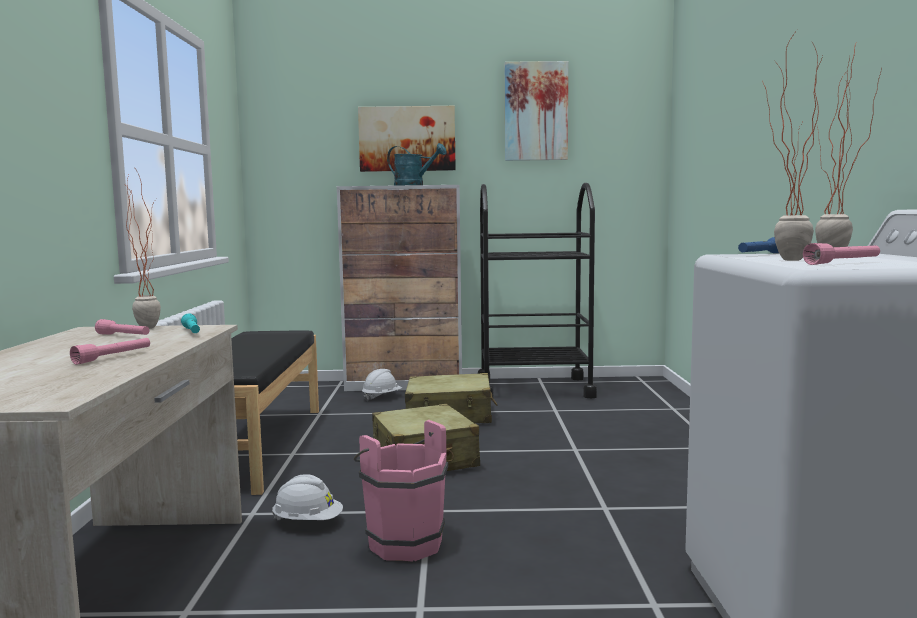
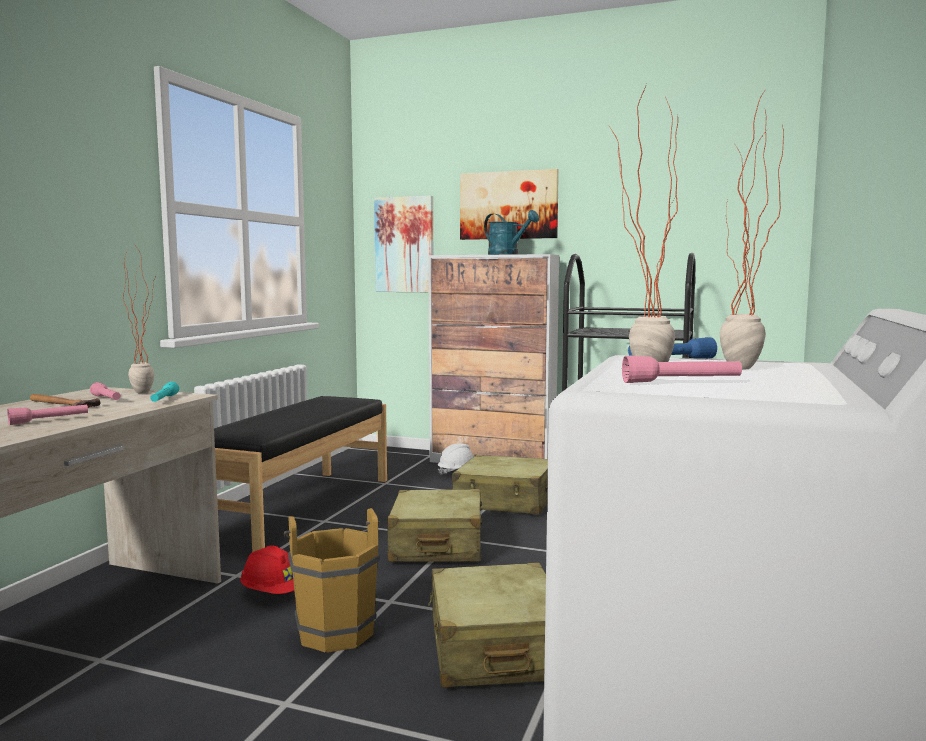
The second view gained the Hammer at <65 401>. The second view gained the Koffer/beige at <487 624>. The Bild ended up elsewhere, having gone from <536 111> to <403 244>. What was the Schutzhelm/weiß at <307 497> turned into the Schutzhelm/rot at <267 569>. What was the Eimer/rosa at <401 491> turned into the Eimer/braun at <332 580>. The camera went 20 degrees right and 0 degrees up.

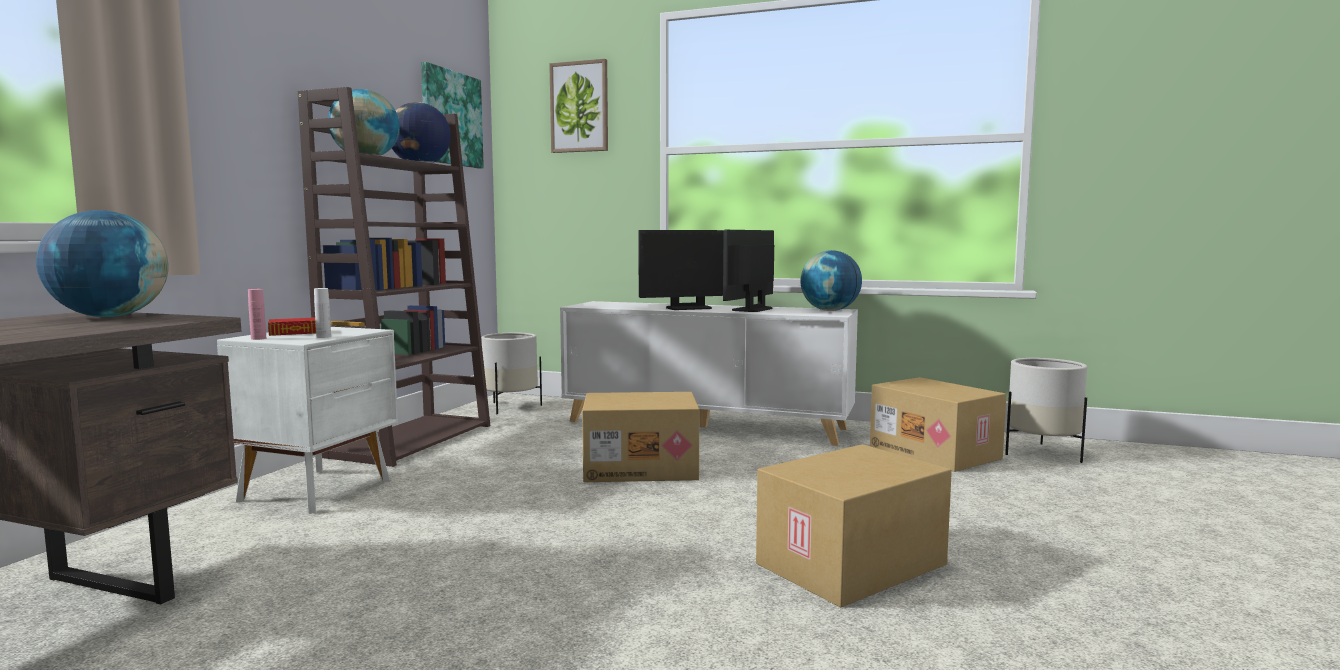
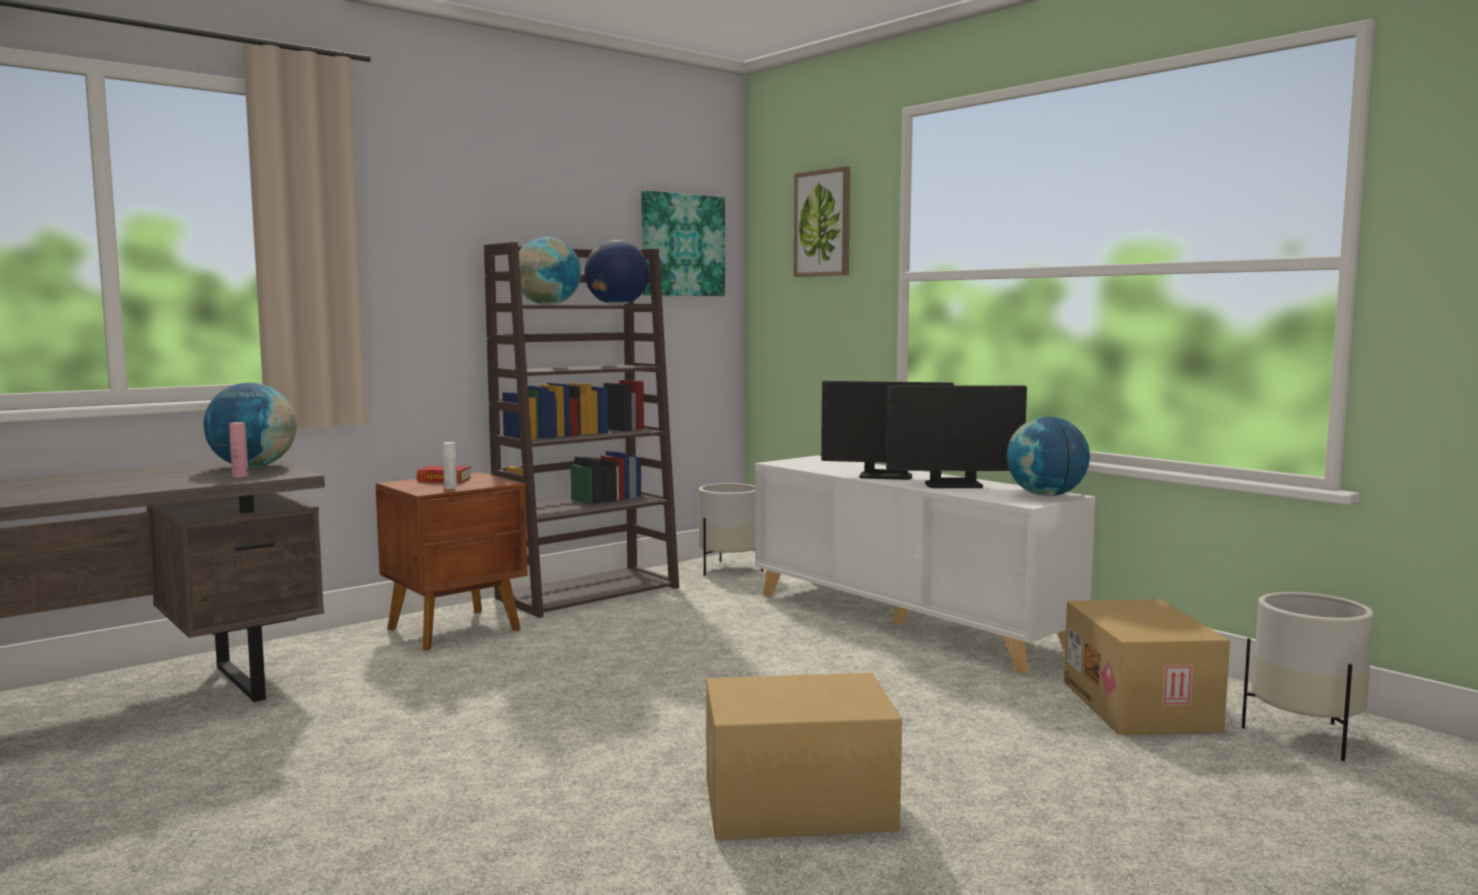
The second view lost the Karton at <640 437>. The Flasche/rosa ended up elsewhere, having gone from <257 314> to <239 449>. What was the Nachttisch/weiß at <307 420> turned into the Nachttisch/braun at <452 561>. The Monitor at <748 271> ended up facing another way, 150 degrees counterclockwise from before. The camera went 30 degrees right and 0 degrees up.

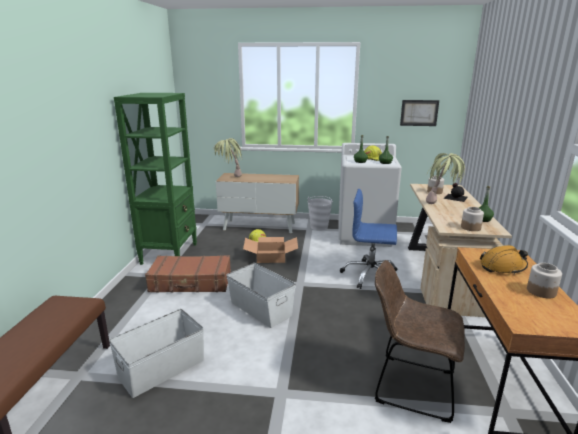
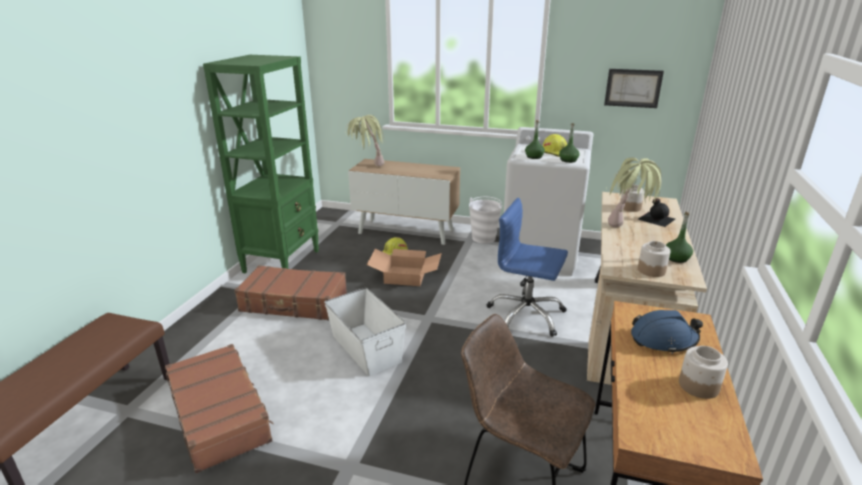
Where the Aufbewahrungsbox/weiß stood at <156 353>, the Koffer/braun came to stand at <219 408>. What was the Schutzhelm/orange at <504 260> turned into the Schutzhelm/blau at <667 332>. The camera went 10 degrees right and 5 degrees up.

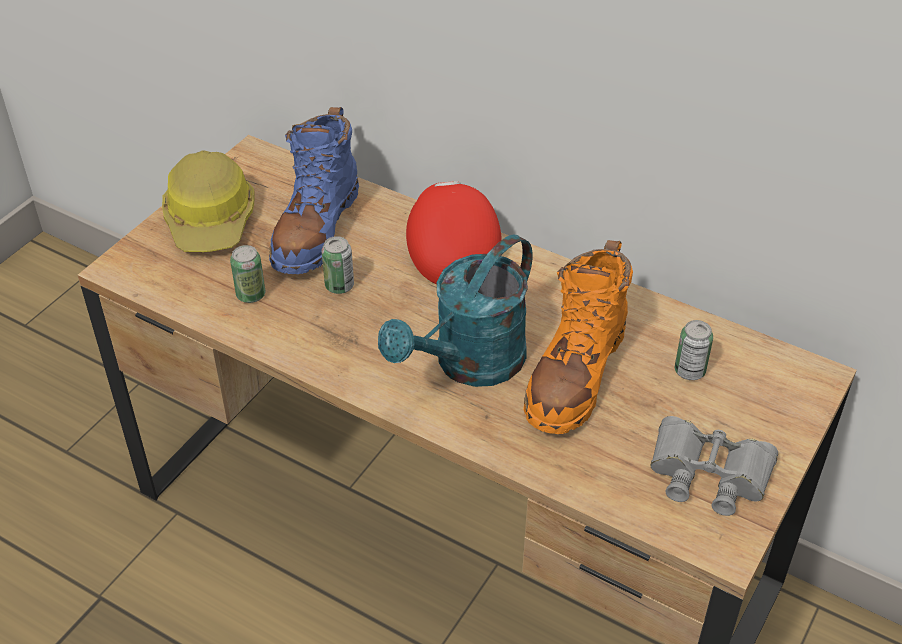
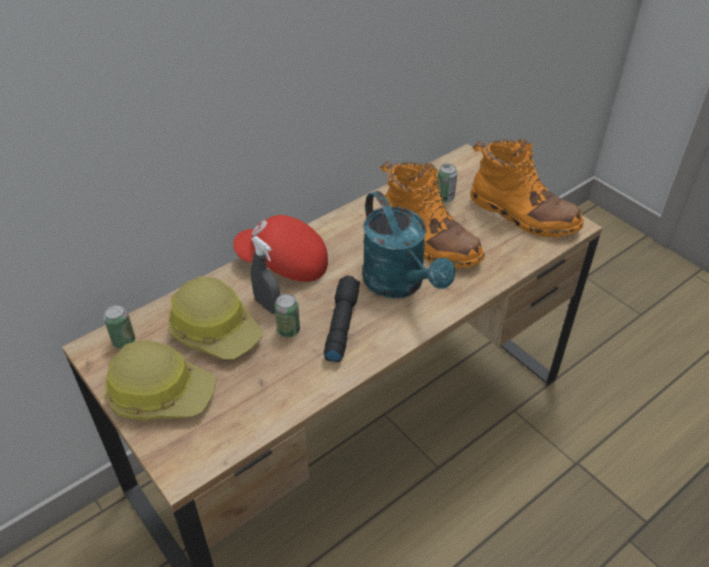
The second view gained the Sprühflasche/grau at <265 275>. The second view gained the Taschenlampe/schwarz at <342 319>. The Dose ended up elsewhere, having gone from <247 274> to <119 326>. Where the Stiefel/blau stood at <314 190>, the Schutzhelm came to stand at <215 318>. Where the Fernglas/grau stood at <714 466>, the Stiefel/orange came to stand at <527 188>. The camera went 70 degrees left and 0 degrees up.

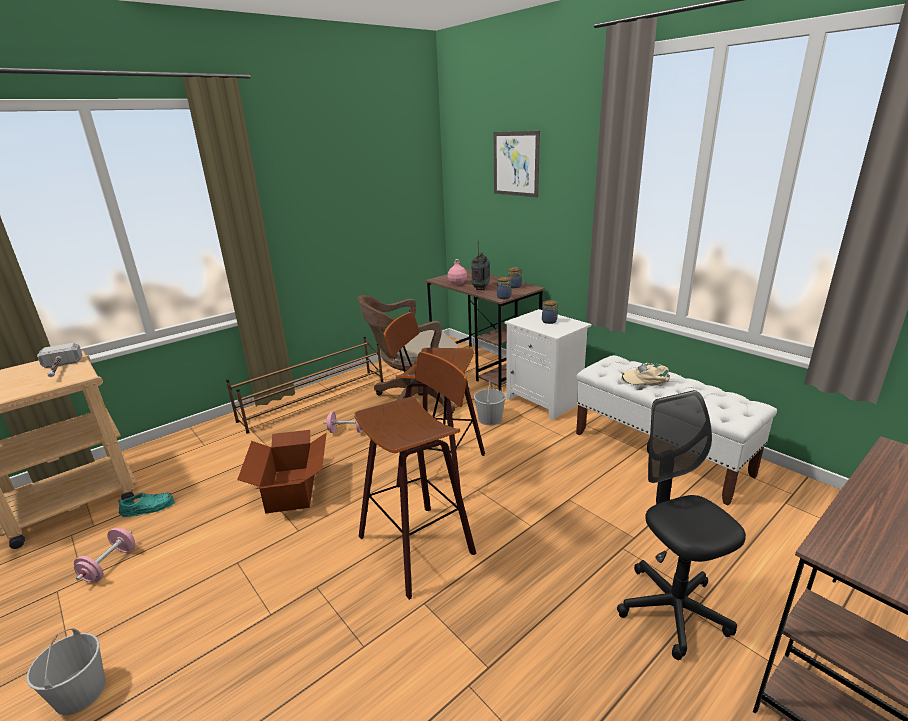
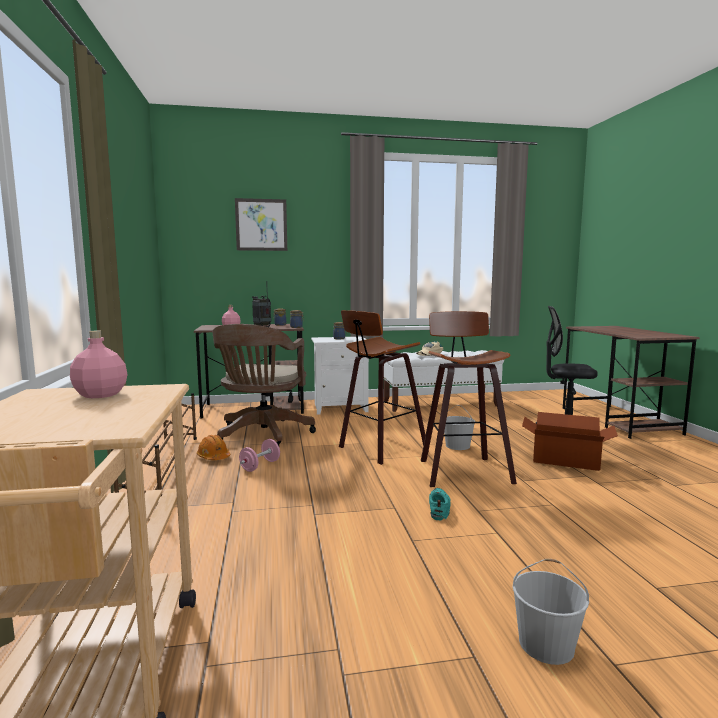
The second view lost the Hantel/rosa at <104 555>. The second view gained the Schutzhelm/orange at <214 447>. The Schuh/türkis ended up elsewhere, having gone from <146 505> to <440 504>. The Karton ended up elsewhere, having gone from <282 471> to <570 441>. The Eimer/weiß ended up elsewhere, having gone from <490 403> to <459 427>. Where the Hammer stood at <59 360>, the Flasche/rosa came to stand at <99 364>. The camera went 60 degrees left and 15 degrees down.

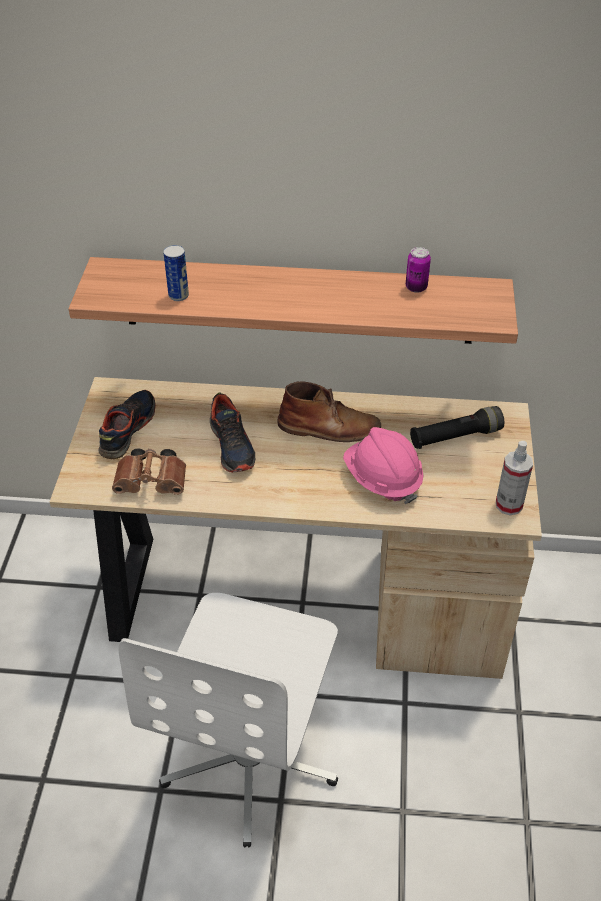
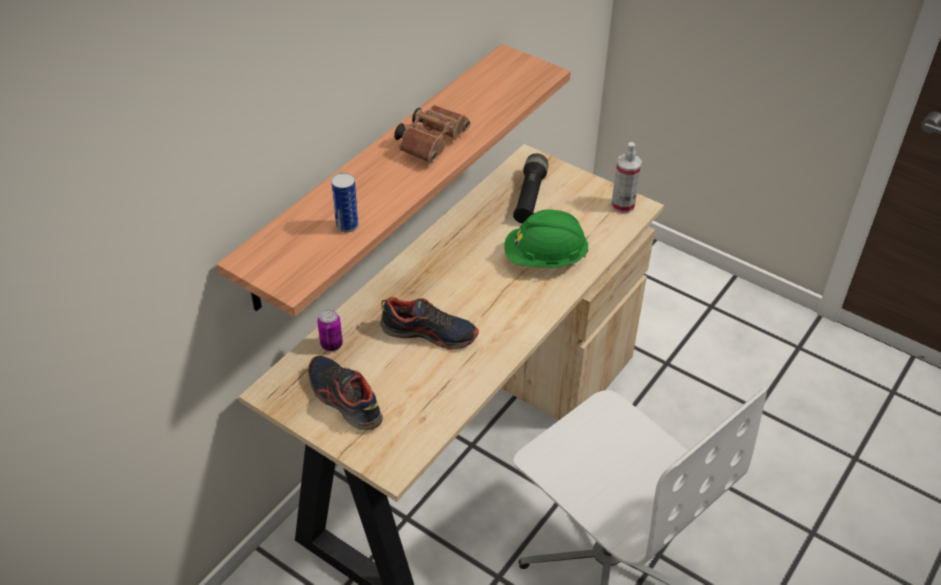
The second view lost the Stiefel/braun at <329 411>. The Fernglas/braun ended up elsewhere, having gone from <149 471> to <432 134>. The Dose ended up elsewhere, having gone from <418 270> to <330 330>. What was the Schutzhelm/rosa at <383 465> turned into the Schutzhelm/grün at <546 238>. The camera went 60 degrees left and 0 degrees up.

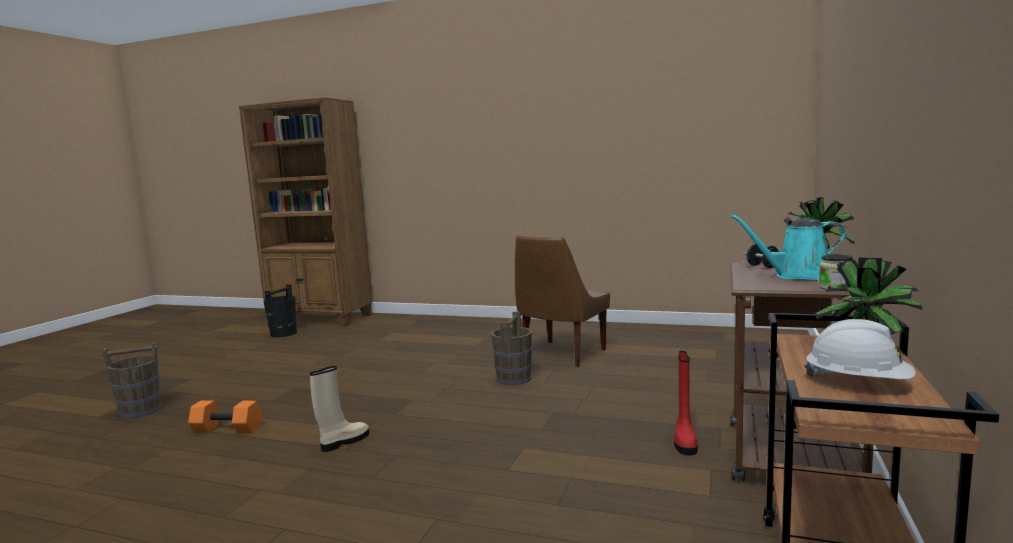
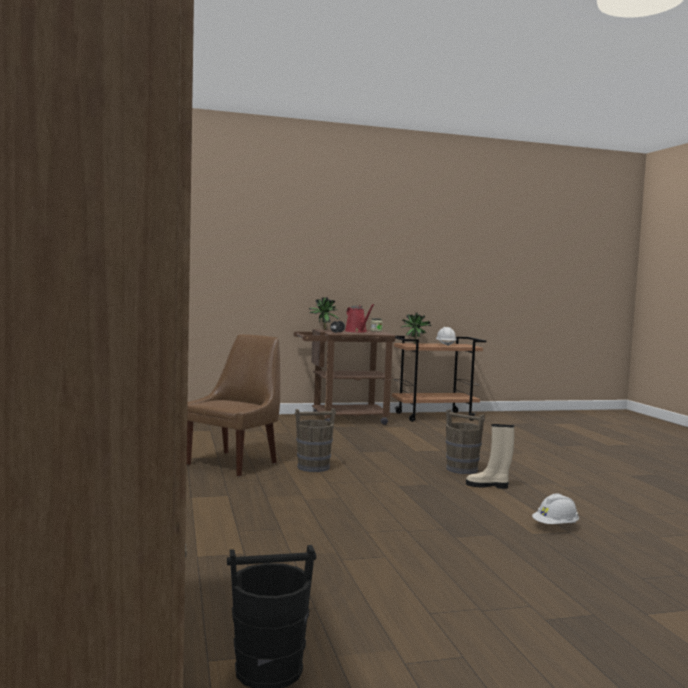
The second view lost the Stiefel/rot at <686 403>. The Eimer/braun ended up elsewhere, having gone from <132 380> to <465 441>. Where the Hantel/orange stood at <225 417>, the Schutzhelm/weiß came to stand at <555 508>. What was the Gießkanne/türkis at <788 247> turned into the Gießkanne/rot at <360 318>. The Stuhl/braun at <562 301> ended up facing another way, 60 degrees counterclockwise from before. The camera went 125 degrees left and 5 degrees down.

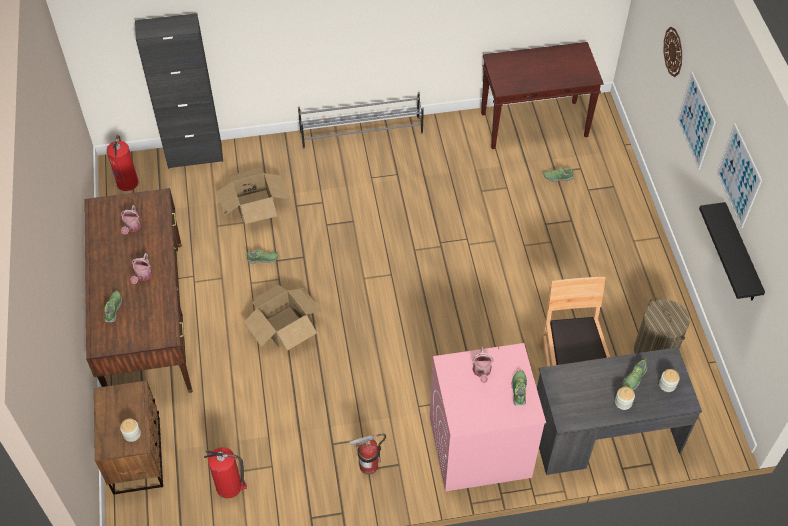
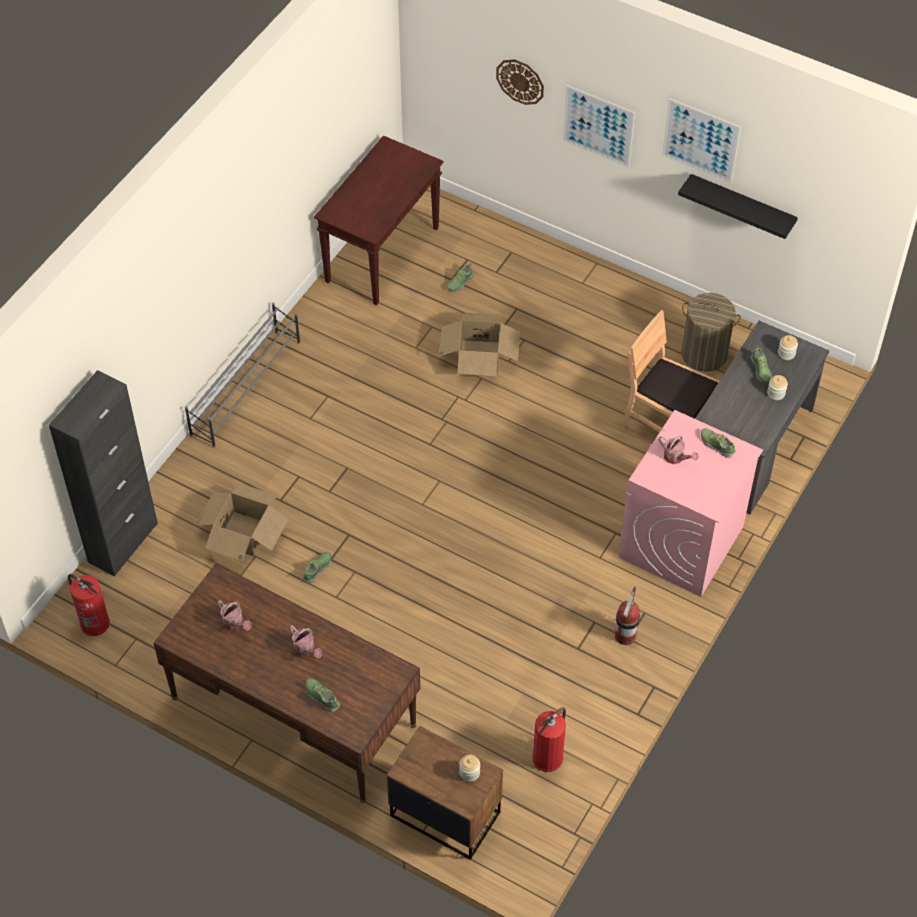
The Karton ended up elsewhere, having gone from <282 318> to <479 344>. The camera went 50 degrees left and 0 degrees up.

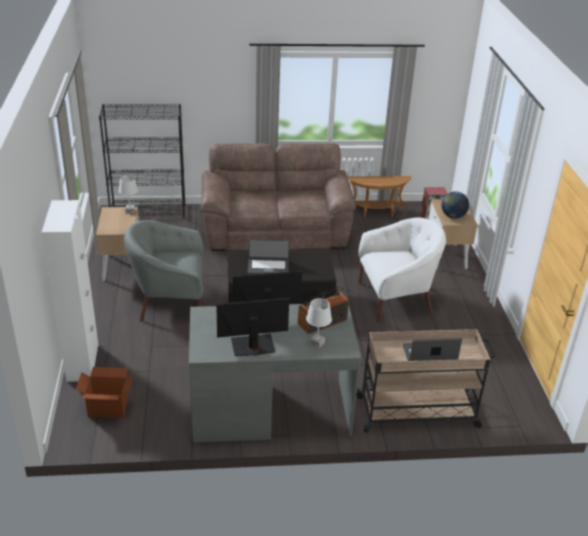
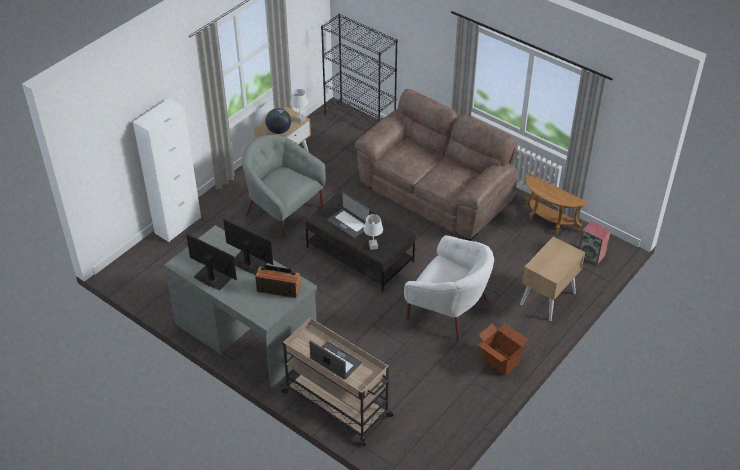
The Karton ended up elsewhere, having gone from <104 392> to <503 349>. The Tischlampe/weiß ended up elsewhere, having gone from <319 323> to <373 232>. The Globus ended up elsewhere, having gone from <455 205> to <278 121>. The camera went 45 degrees right and 10 degrees up.

